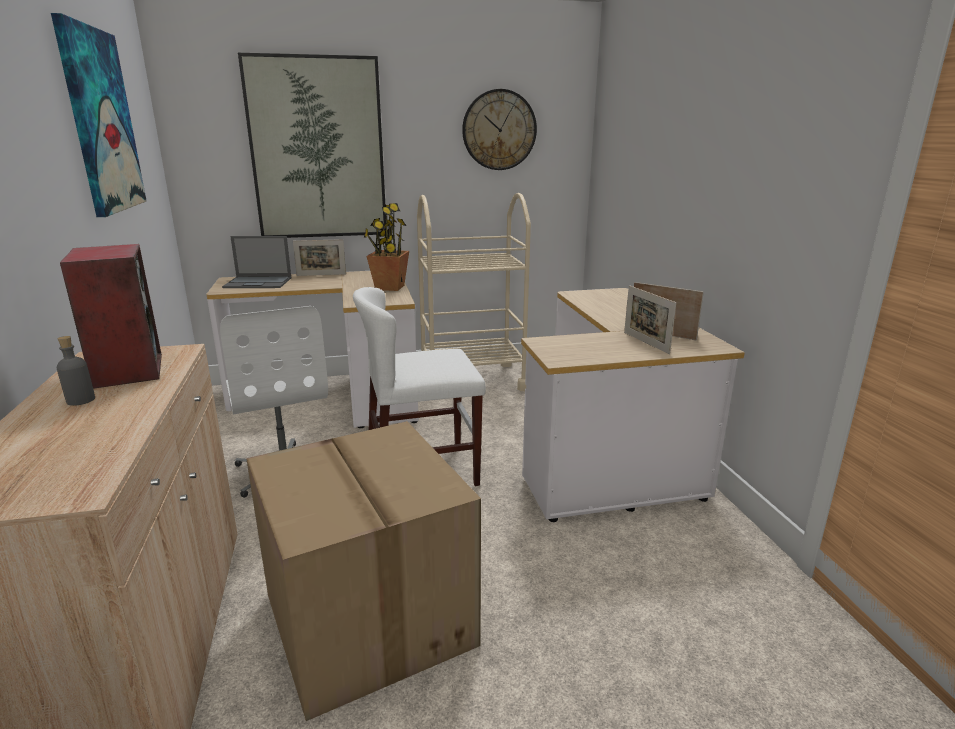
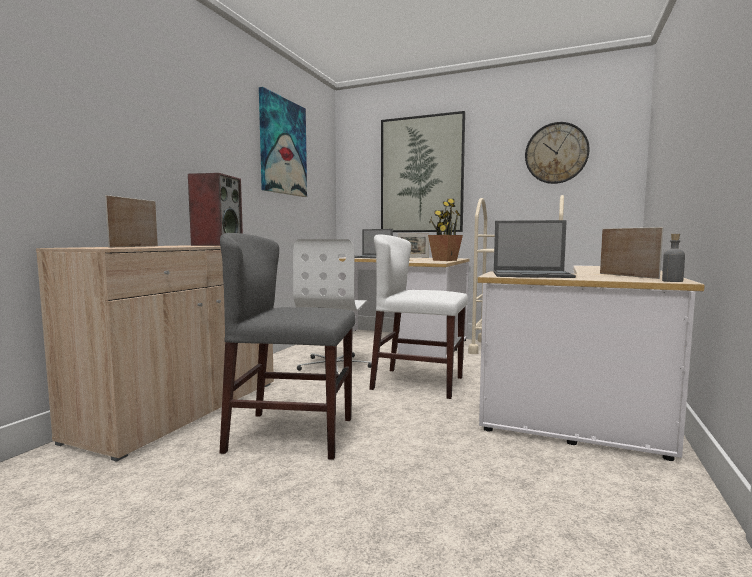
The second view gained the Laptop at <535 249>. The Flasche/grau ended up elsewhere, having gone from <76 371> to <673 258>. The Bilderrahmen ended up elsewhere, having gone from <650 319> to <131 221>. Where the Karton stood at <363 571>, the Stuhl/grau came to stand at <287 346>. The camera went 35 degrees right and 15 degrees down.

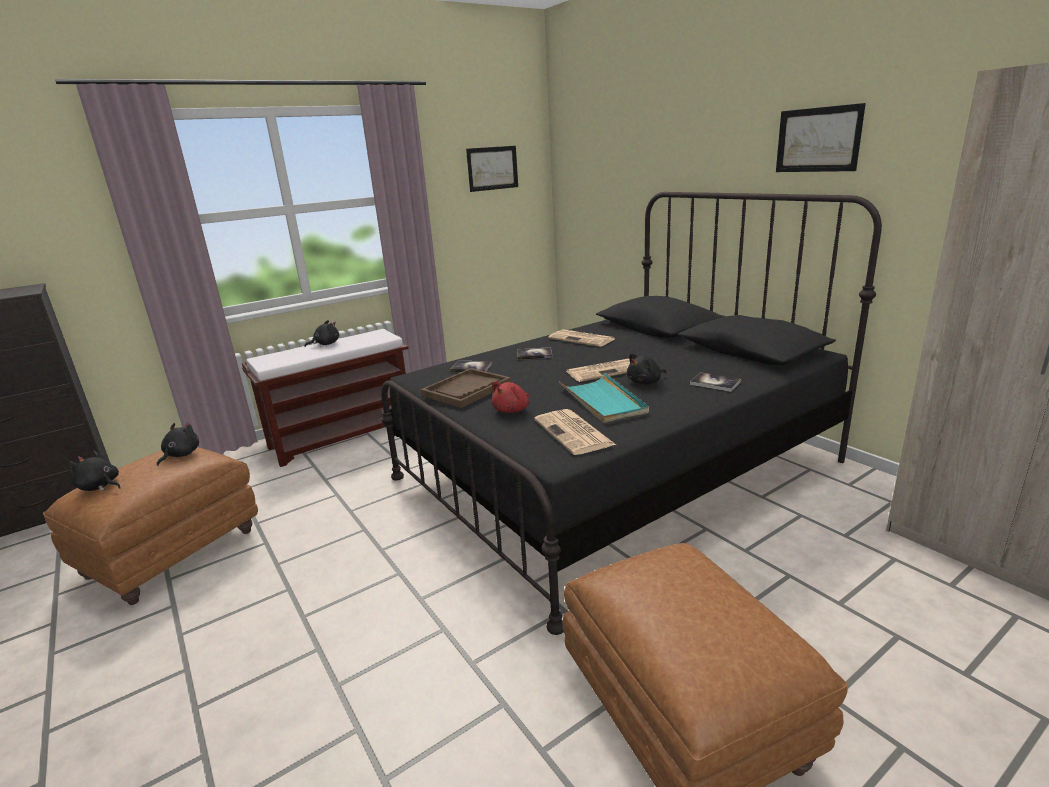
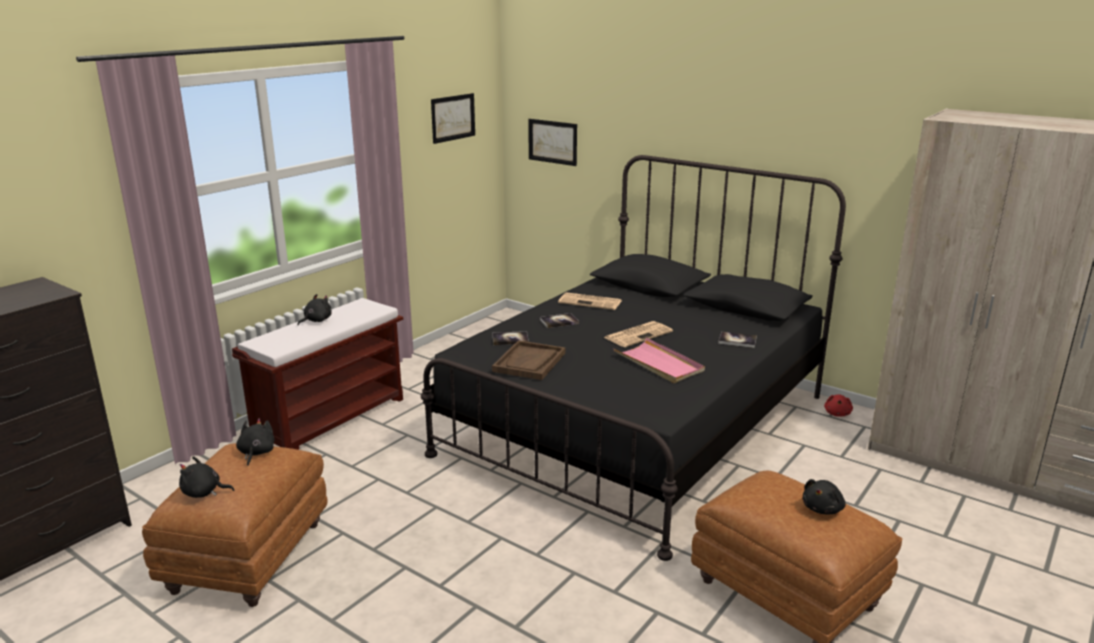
The second view lost the Zeitung at <575 432>. The Plüschtier/rot ended up elsewhere, having gone from <510 397> to <838 405>. The Plüschtier/schwarz ended up elsewhere, having gone from <646 368> to <824 497>. The Bild ended up elsewhere, having gone from <821 137> to <552 142>. What was the Tablett/türkis at <604 398> turned into the Tablett/rosa at <659 360>. The camera went 20 degrees left and 0 degrees up.

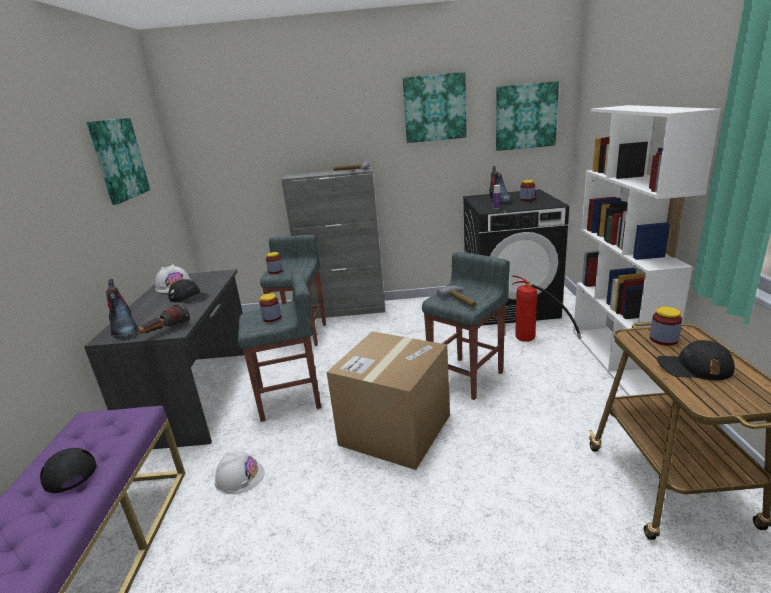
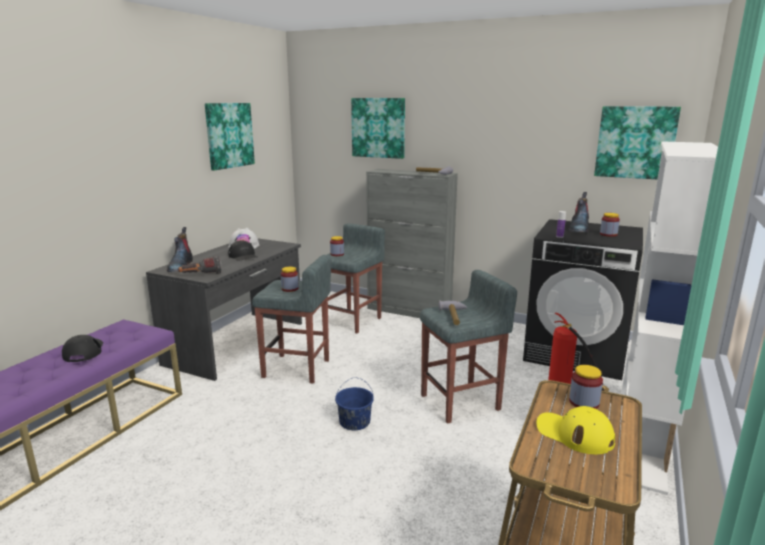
The second view lost the Schutzhelm/weiß at <239 472>. The Bild ended up elsewhere, having gone from <434 107> to <378 128>. Where the Karton stood at <388 400>, the Eimer/blau came to stand at <354 403>. What was the Kappe/schwarz at <696 360> turned into the Kappe/gelb at <576 430>. The camera went 25 degrees right and 5 degrees down.

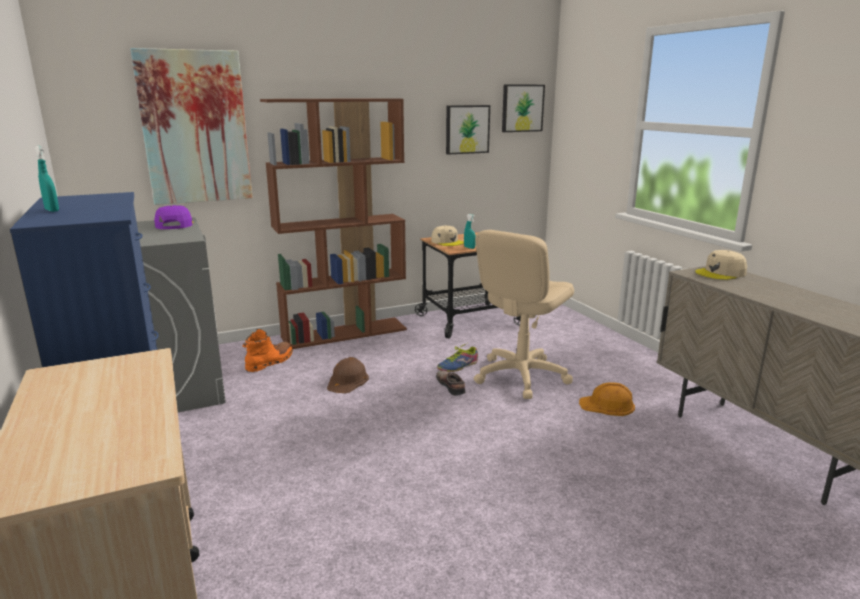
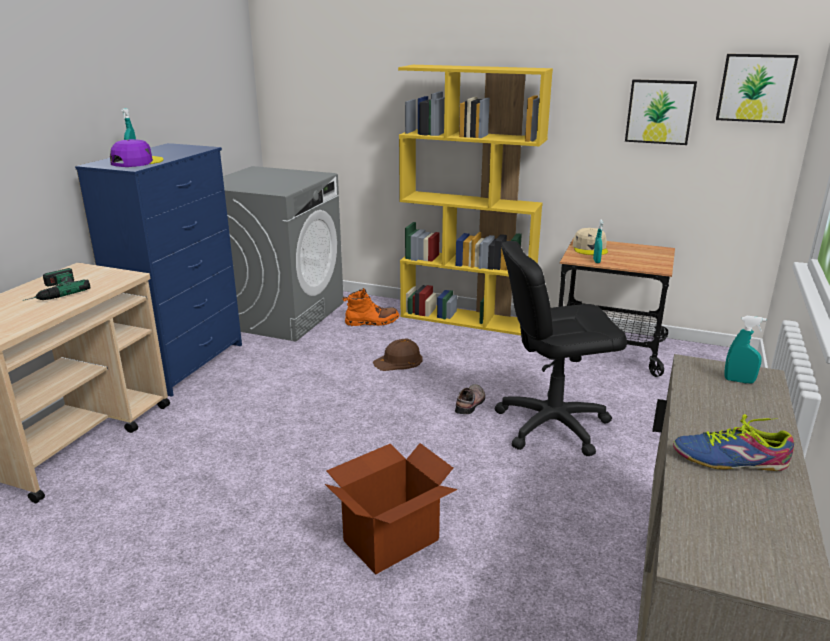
The second view lost the Bild at <191 126>. The second view lost the Schutzhelm/orange at <607 399>. The second view gained the Bohrmaschine at <56 284>. The second view gained the Karton at <391 508>. The Kappe/lila ended up elsewhere, having gone from <174 217> to <137 153>. The Schuh ended up elsewhere, having gone from <457 357> to <733 442>. Where the Kappe/beige stood at <721 265>, the Sprühflasche/türkis came to stand at <745 350>. What was the Bücherregal/braun at <333 223> turned into the Bücherregal/gelb at <475 200>. What was the Bürostuhl/beige at <524 314> turned into the Bürostuhl/schwarz at <561 348>. The camera went 45 degrees right and 5 degrees up.

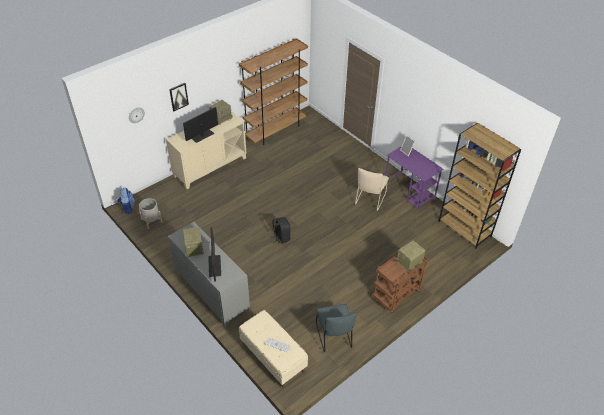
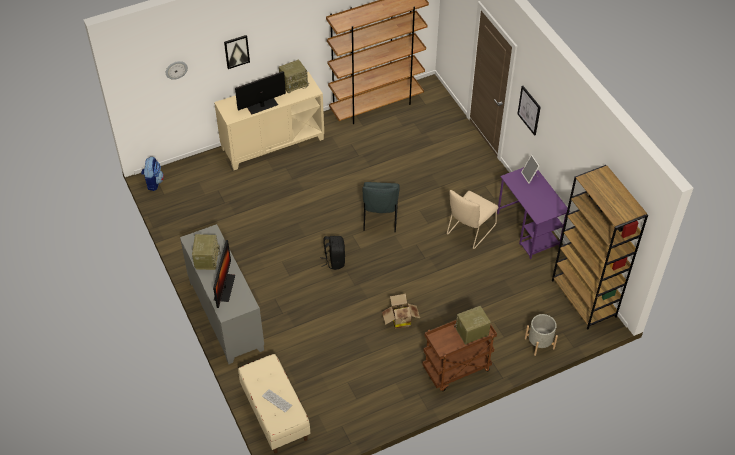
The second view gained the Karton at <401 311>. The second view gained the Bild at <529 111>. The Pflanzkübel/grau ended up elsewhere, having gone from <150 213> to <541 335>. The Stuhl/grau ended up elsewhere, having gone from <336 328> to <381 207>. The camera went 15 degrees right and 5 degrees up.

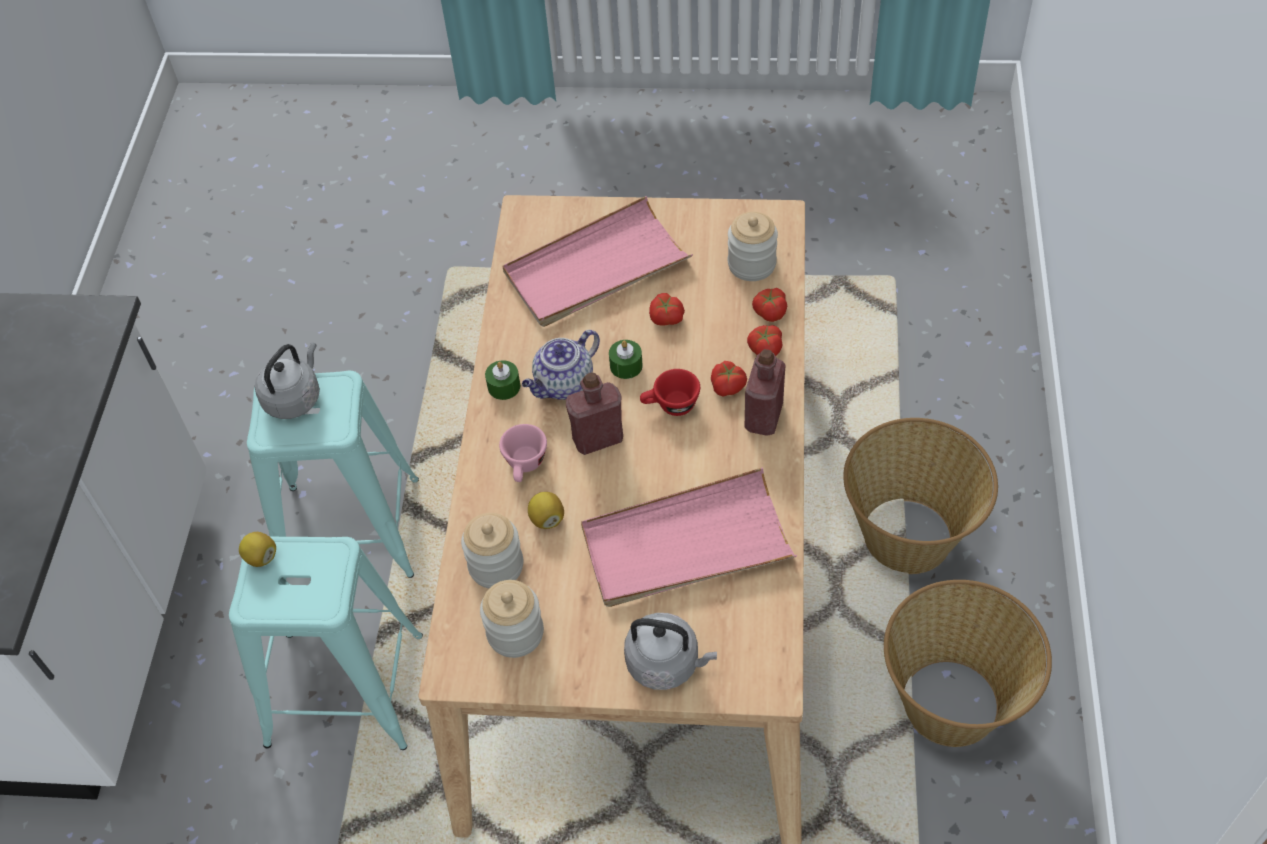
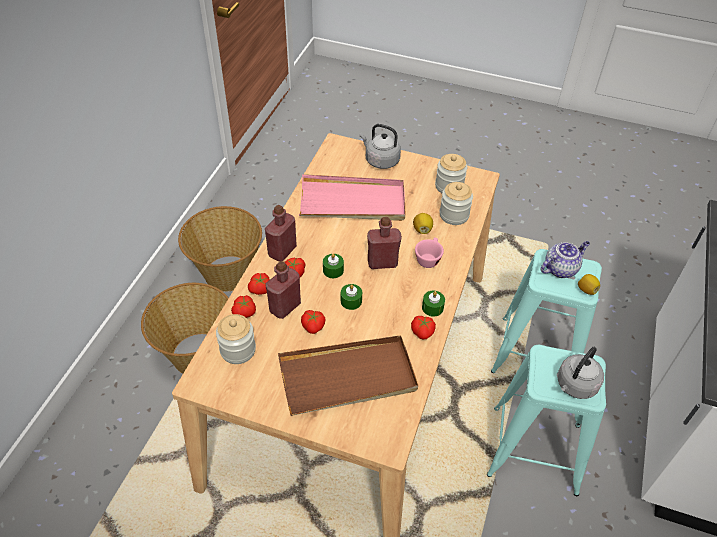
The second view gained the Flasche/rot at <283 290>. The second view gained the Tomate at <423 327>. The Teekanne ended up elsewhere, having gone from <561 365> to <565 259>. Where the Tasse/rot stood at <670 392>, the Kerze/grün came to stand at <333 265>. What was the Tablett/rosa at <598 261> turned into the Tablett/braun at <348 375>. The camera went 170 degrees left and 5 degrees down.

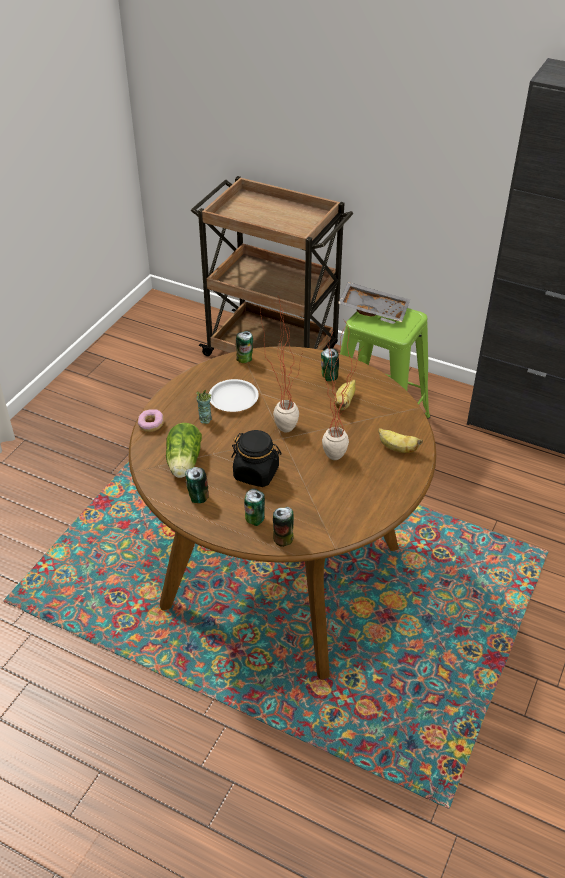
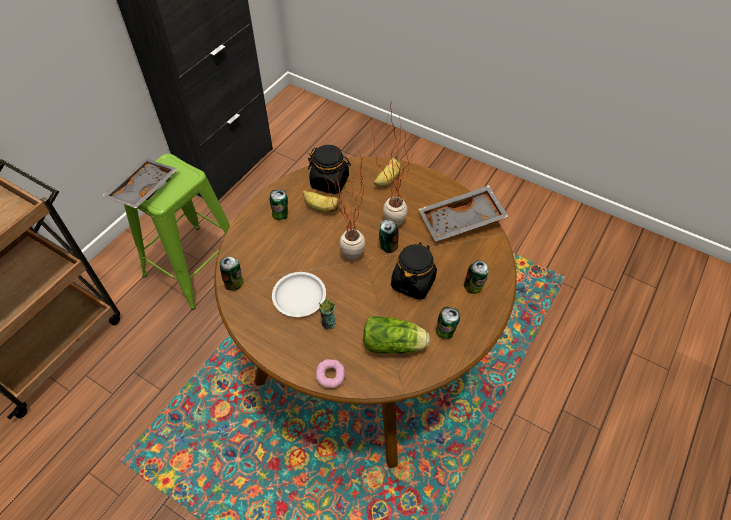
The second view gained the Vorratsglas/schwarz at <329 169>. The second view gained the Tablett/grau at <463 213>. The Dose ended up elsewhere, having gone from <283 527> to <388 236>. The camera went 85 degrees left and 10 degrees up.

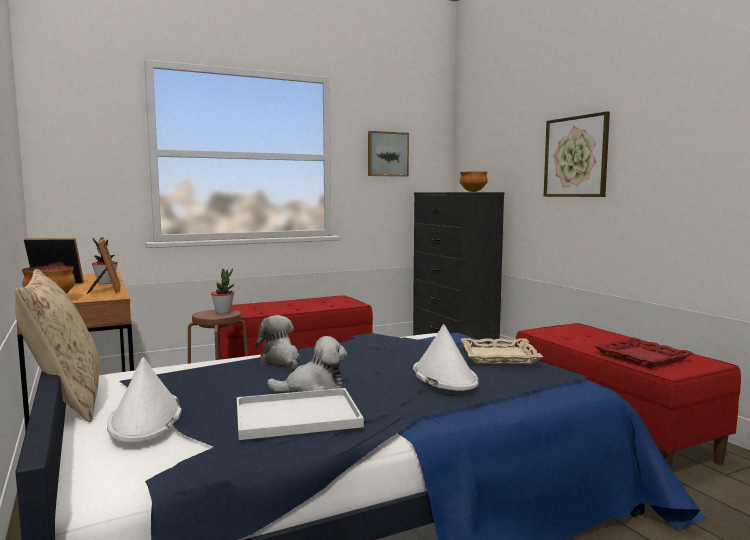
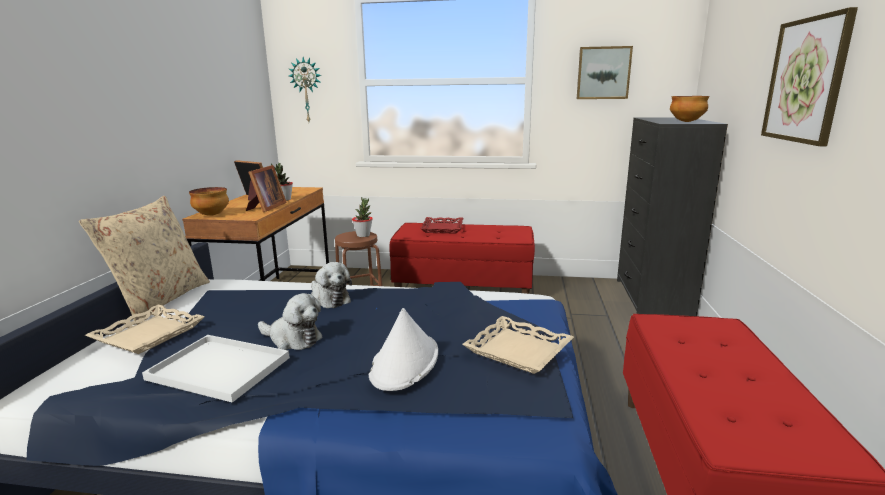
The second view gained the Wanduhr at <305 89>. The Tablett/rot ended up elsewhere, having gone from <643 352> to <441 225>. Where the Hut/weiß stood at <144 400>, the Tablett/beige came to stand at <145 329>. The Plüschtier at <277 342> ended up facing another way, 135 degrees clockwise from before. The camera went 35 degrees right and 10 degrees up.

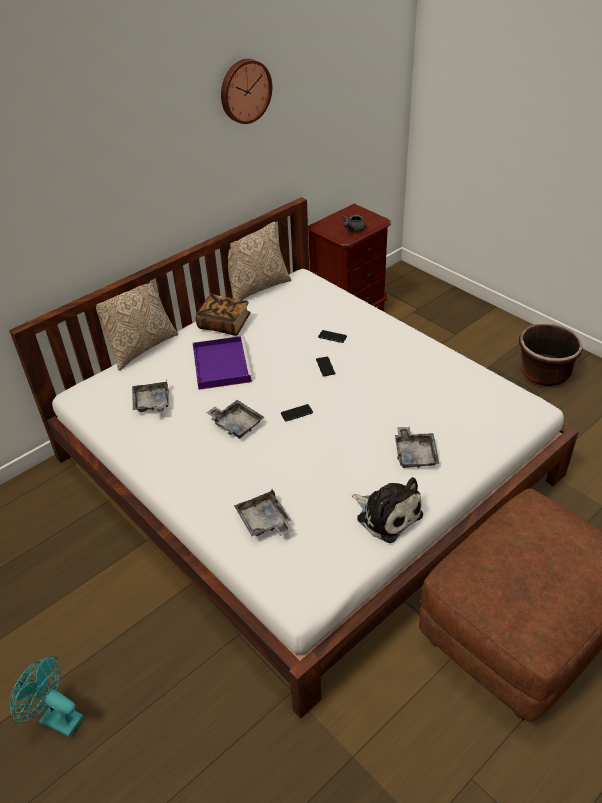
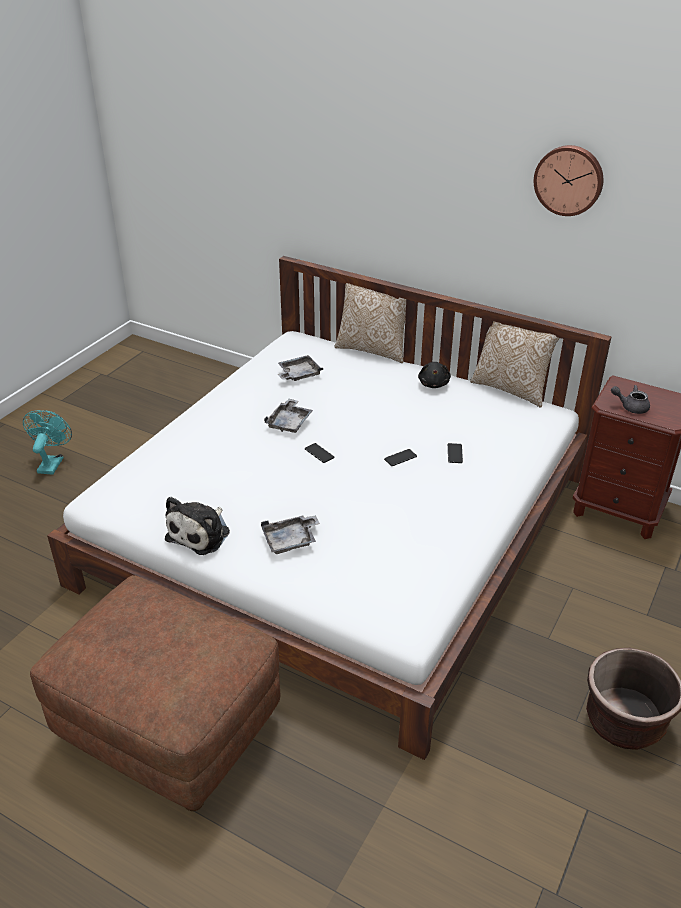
The second view lost the Tablett/lila at <223 363>. The second view lost the Tablett/grau at <263 512>. Where the Buch stood at <223 315>, the Plüschtier/schwarz came to stand at <434 375>. The camera went 70 degrees right and 5 degrees down.

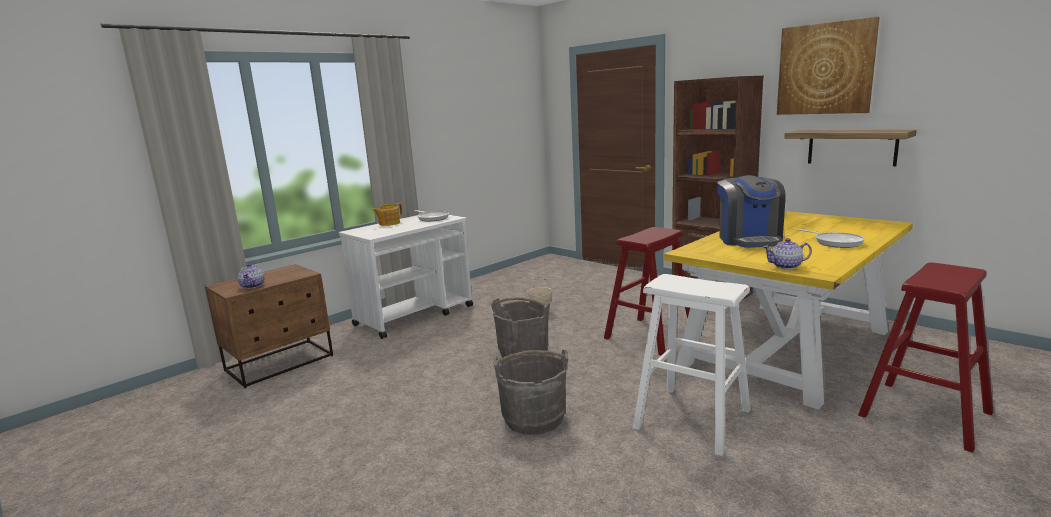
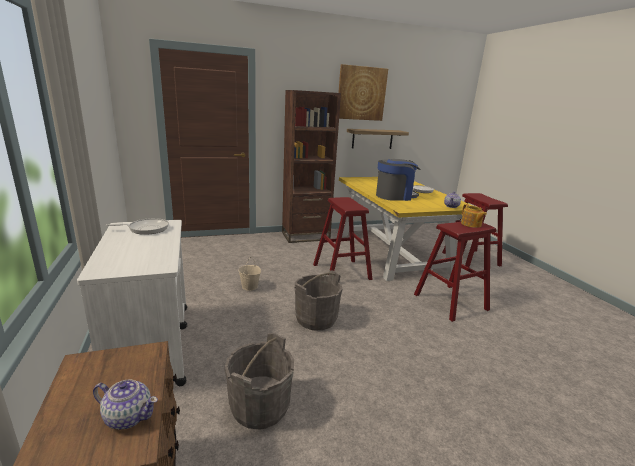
The Teekanne ended up elsewhere, having gone from <387 214> to <474 216>. The Eimer/grau ended up elsewhere, having gone from <530 392> to <259 381>. What was the Hocker/weiß at <692 365> turned into the Hocker/rot at <455 272>. The Kaffeemaschine at <751 211> ended up facing another way, 45 degrees counterclockwise from before. The camera went 65 degrees left and 5 degrees up.

